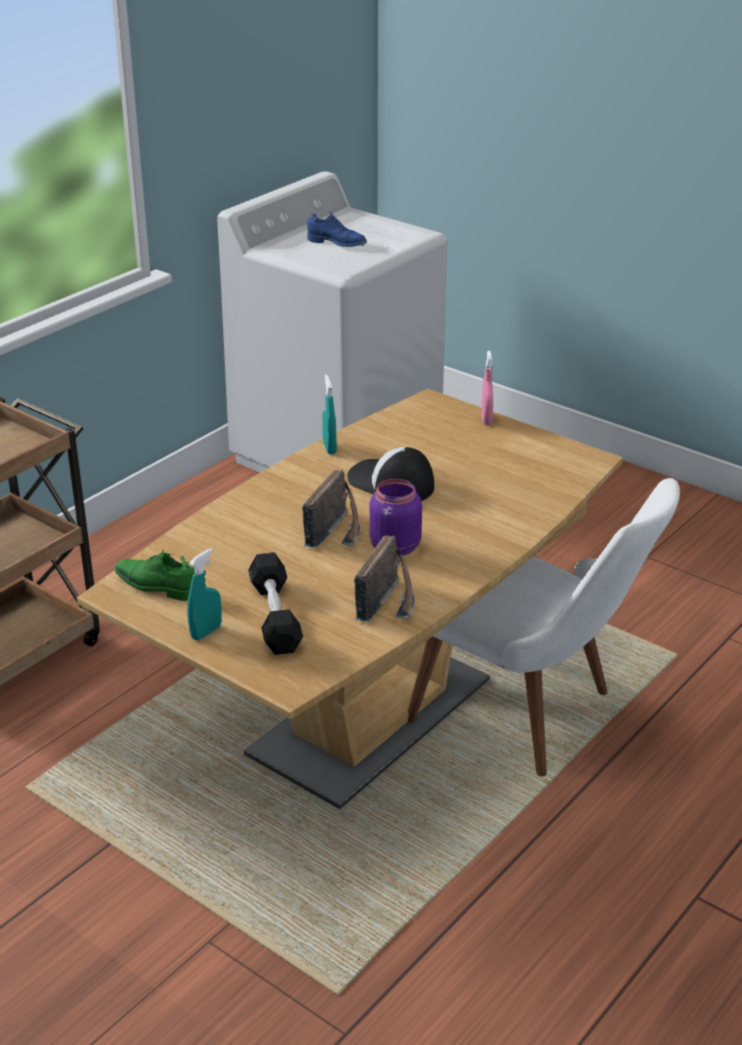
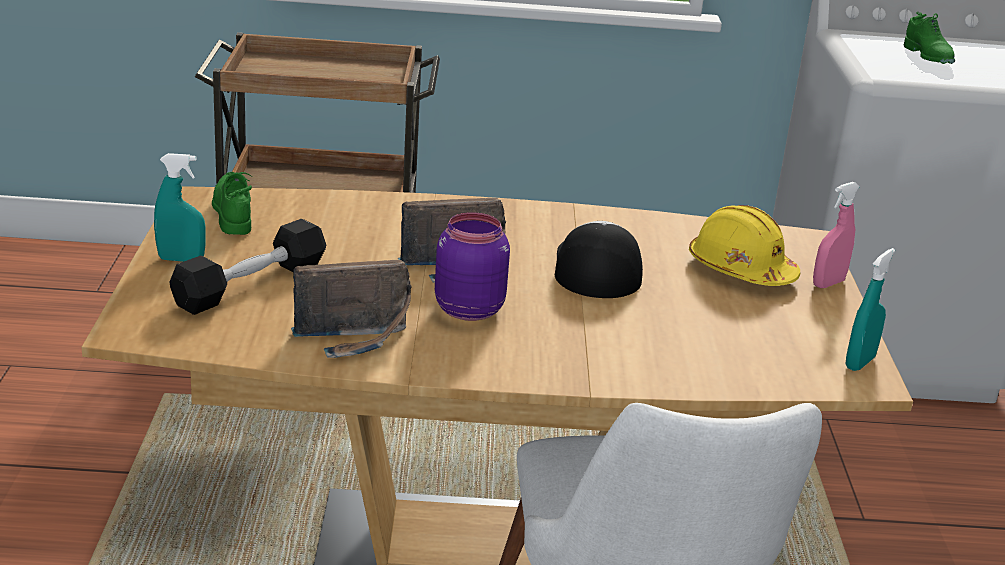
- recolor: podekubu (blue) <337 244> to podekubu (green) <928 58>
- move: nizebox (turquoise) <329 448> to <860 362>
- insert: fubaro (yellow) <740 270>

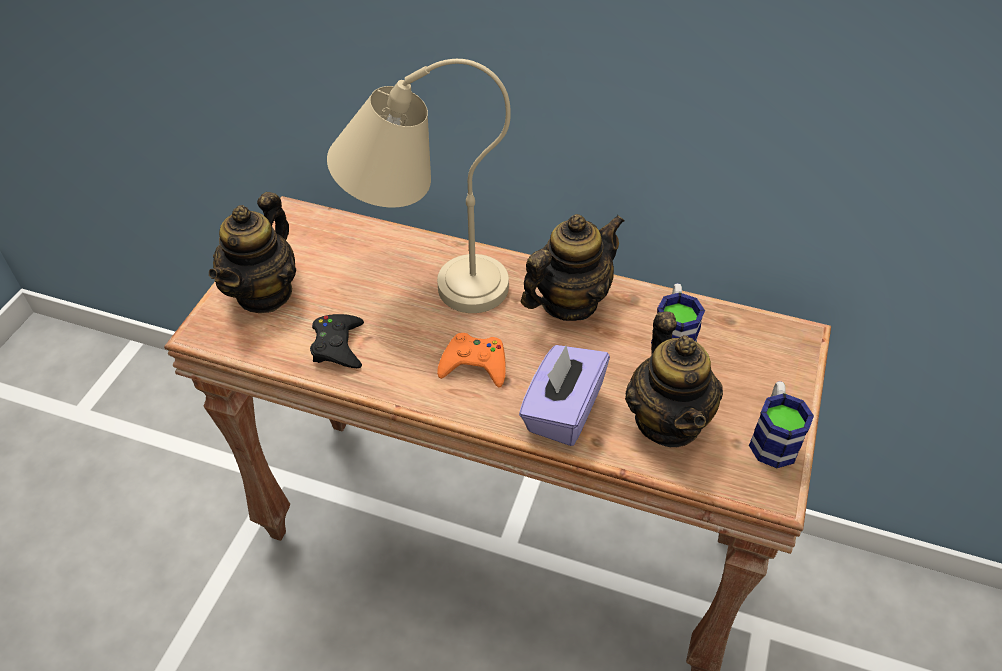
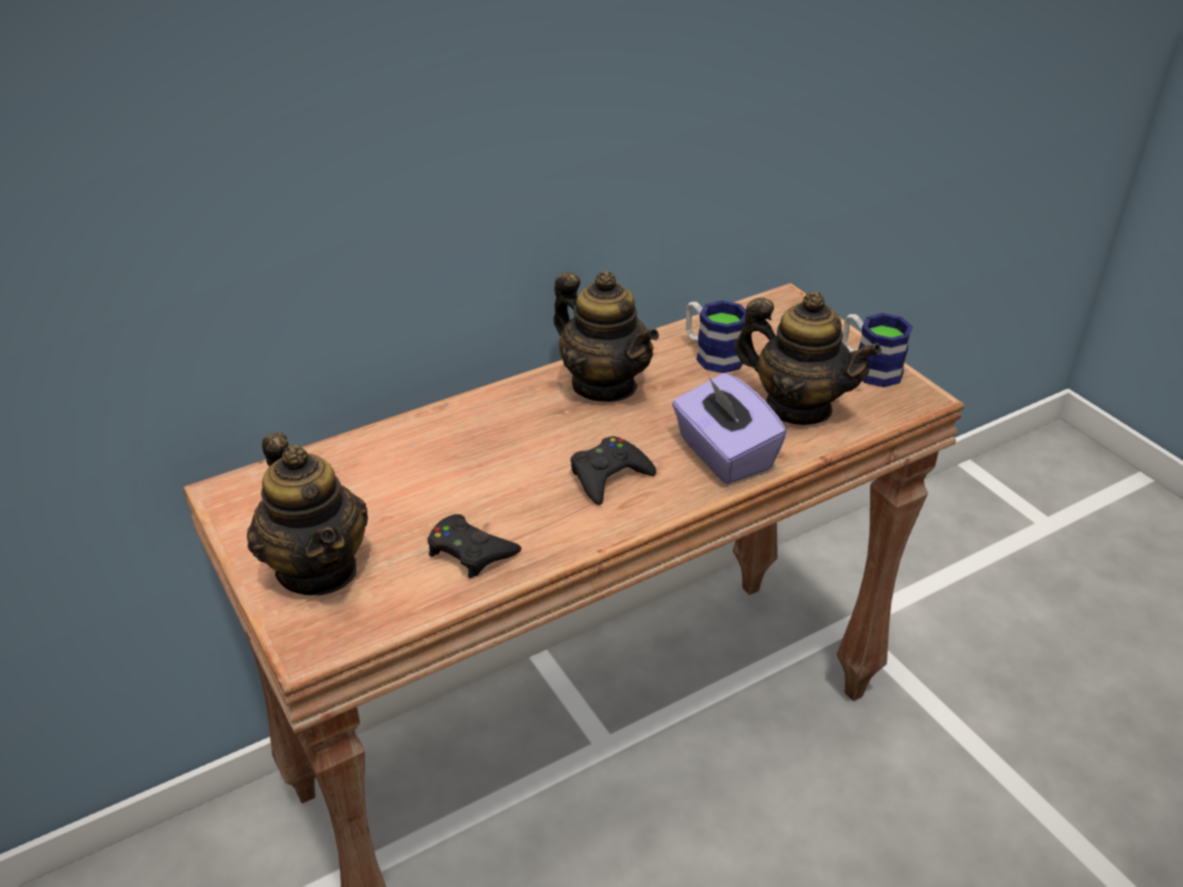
- delete: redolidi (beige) <425 280>
- rotate: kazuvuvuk <569 302> = <604 385> 135 degrees clockwise
- recolor: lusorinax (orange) <474 364> to lusorinax (black) <608 476>

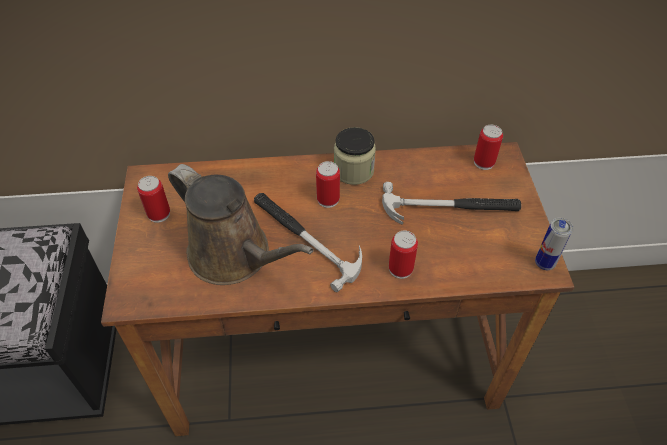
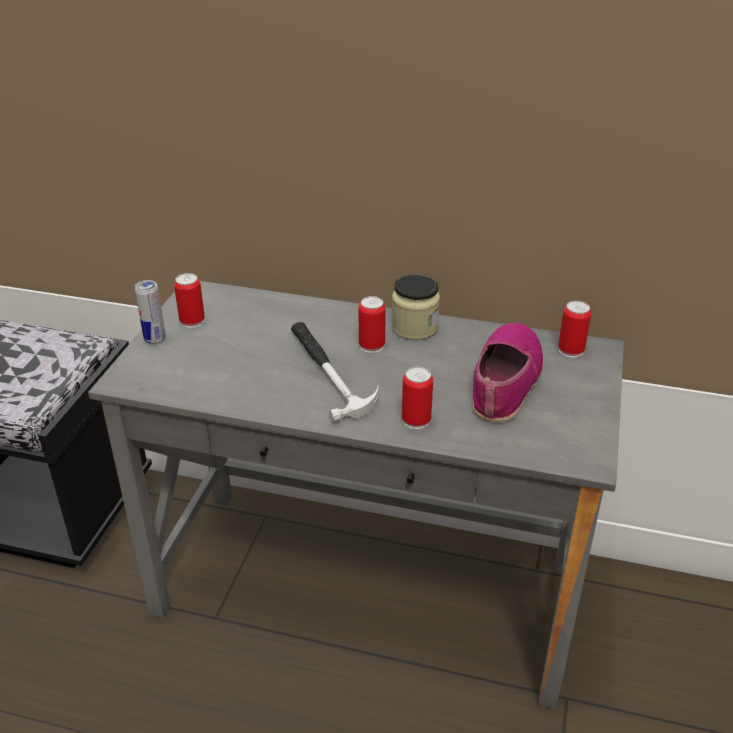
- recolor: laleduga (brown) <333 355> to laleduga (grey) <367 587>
- delete: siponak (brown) <235 256>
- replace: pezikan <450 207> to podekubu <505 381>
- move: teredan <544 263> to <155 340>

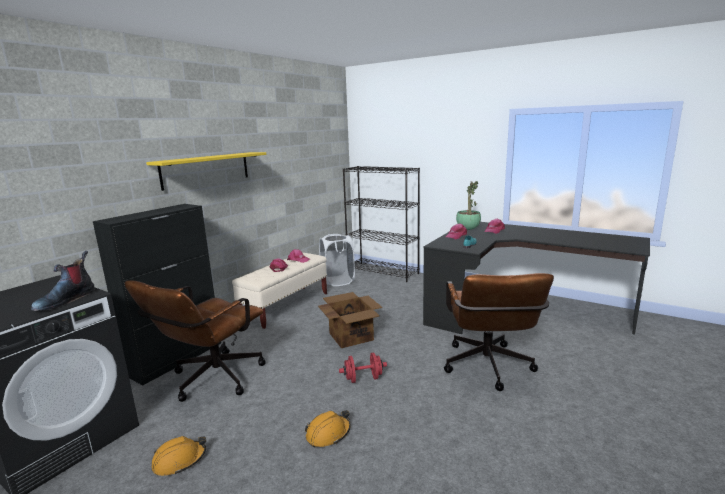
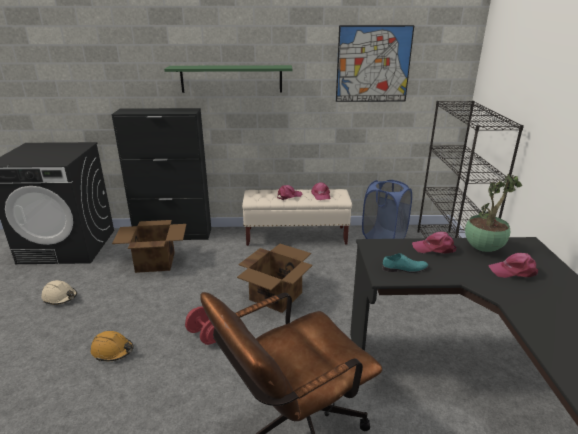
- recolor: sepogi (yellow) <206 170> to sepogi (green) <231 79>
- recolor: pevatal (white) <337 281> to pevatal (blue) <383 237>
- delete: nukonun <66 300>
- replace: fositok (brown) <211 380> to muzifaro <154 262>
- recolor: fubaro (orange) <179 461> to fubaro (beige) <60 297>
- insert: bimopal <373 64>

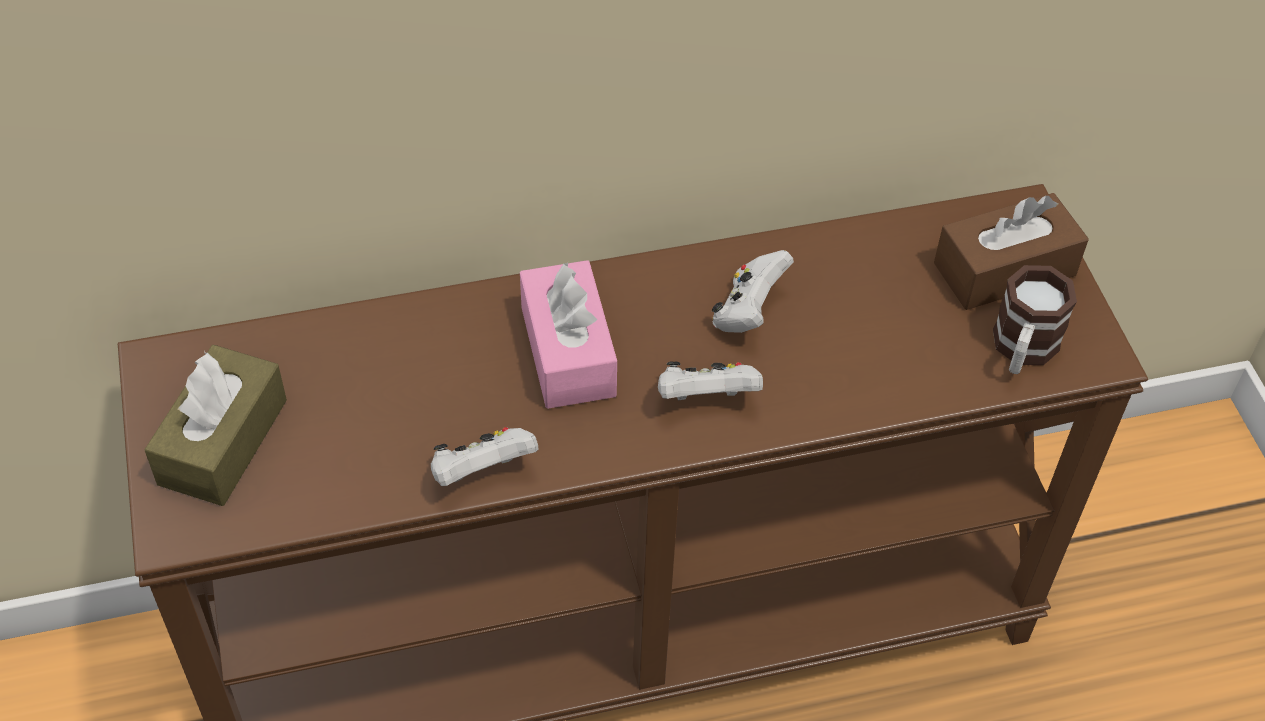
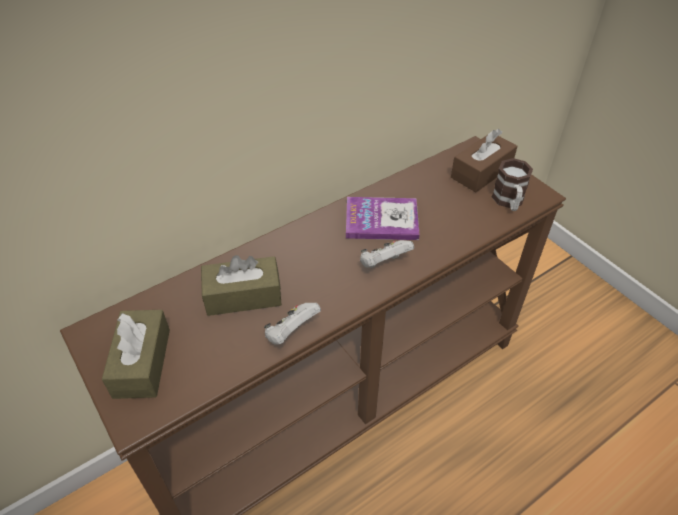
- replace: lusorinax (white) <748 312> to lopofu <381 220>
- delete: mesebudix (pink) <568 351>
- insert: mesebudix (brown) <243 296>

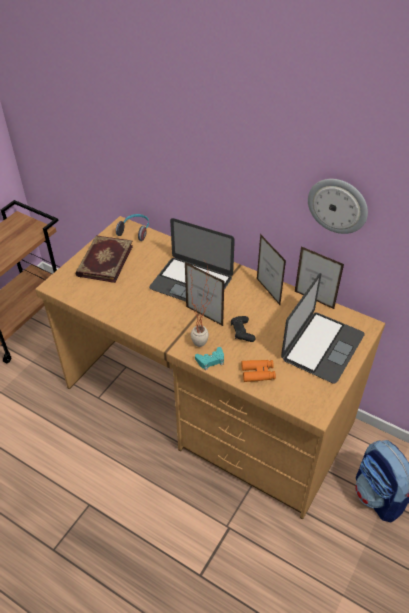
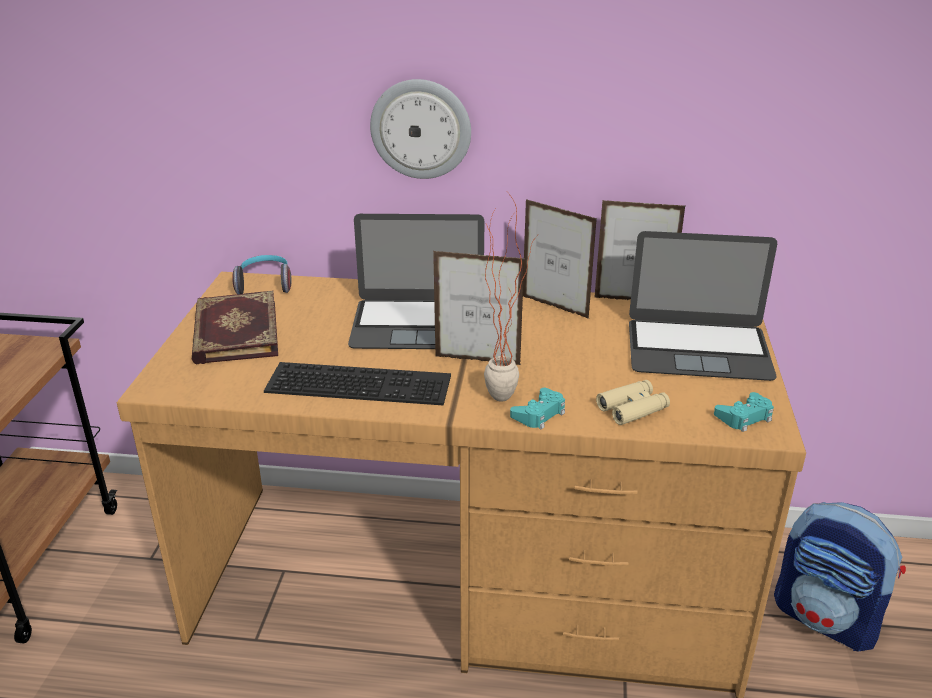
- move: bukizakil <338 205> to <421 129>
- rotate: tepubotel <322 346> = <698 349> 90 degrees clockwise
- delete: lusorinax (black) <242 332>
- recolor: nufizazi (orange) <258 373> to nufizazi (beige) <632 408>
- insert: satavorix <361 382>
- insert: lusorinax (turquoise) <744 417>

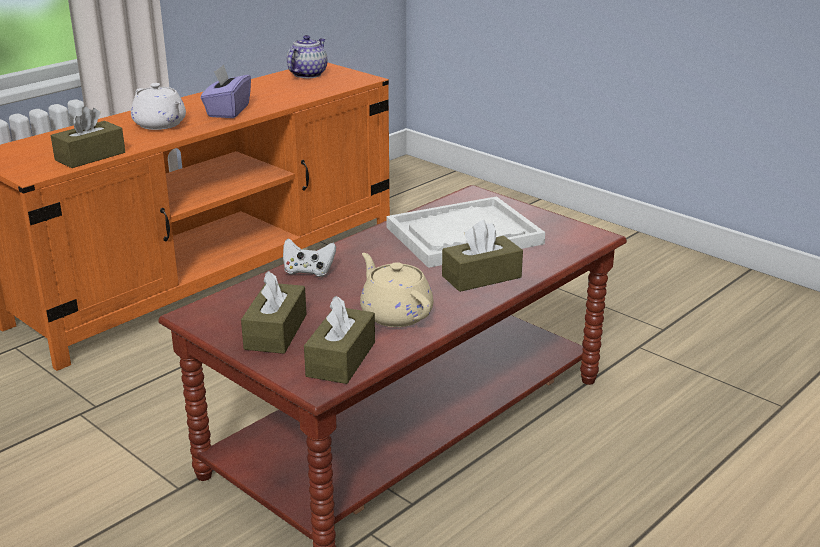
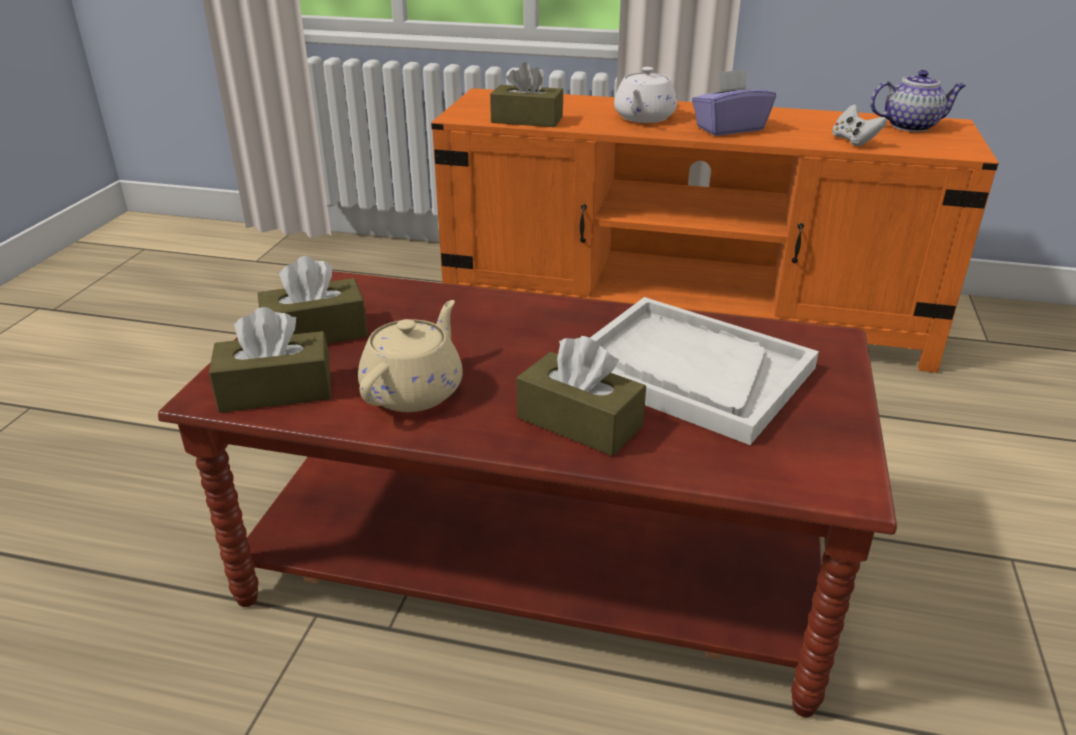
- move: lusorinax (white) <308 271> to <854 141>

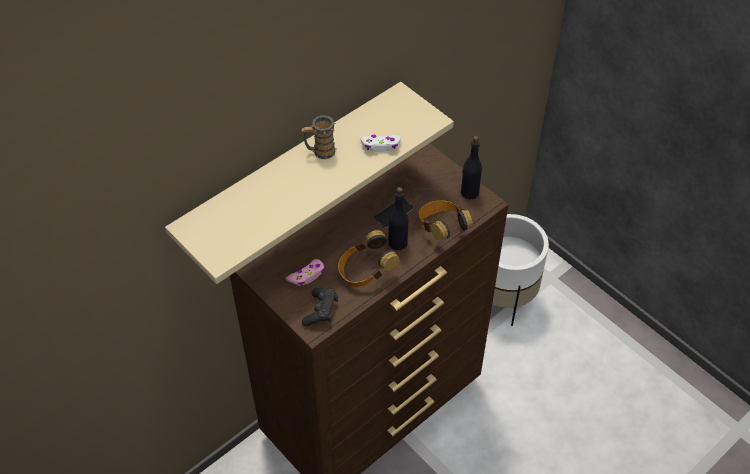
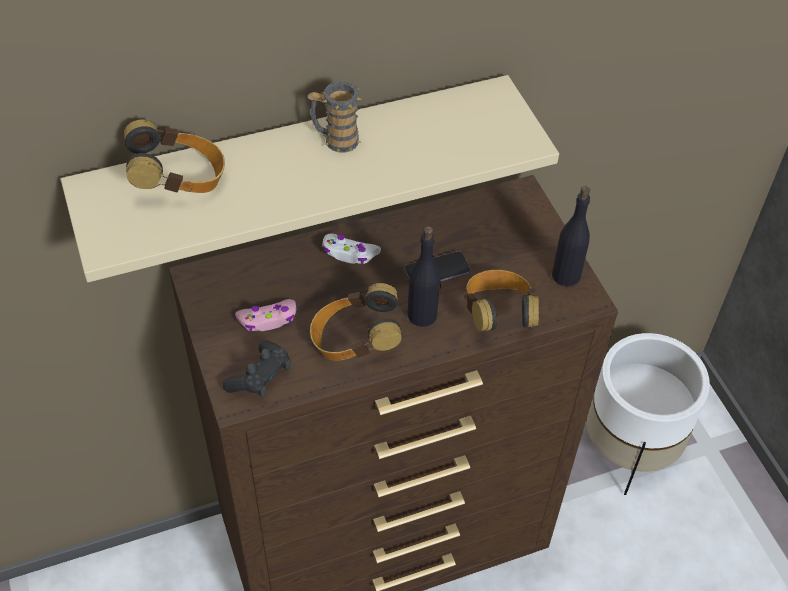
- move: lusorinax (white) <381 146> to <349 253>
- insert: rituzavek <180 181>

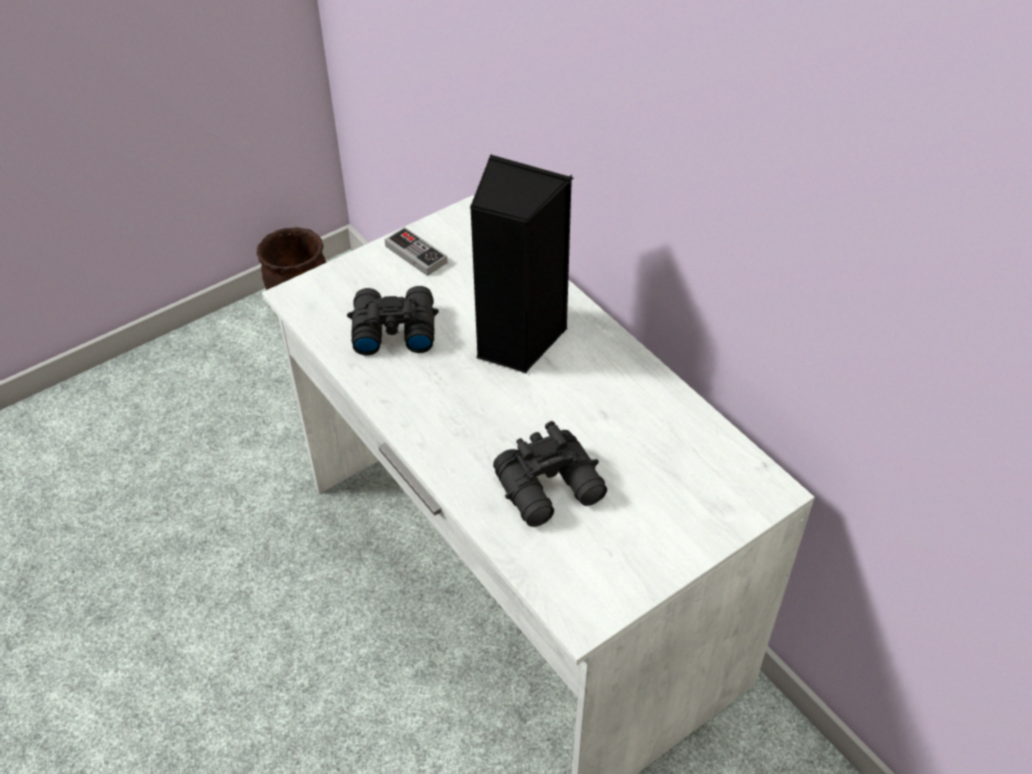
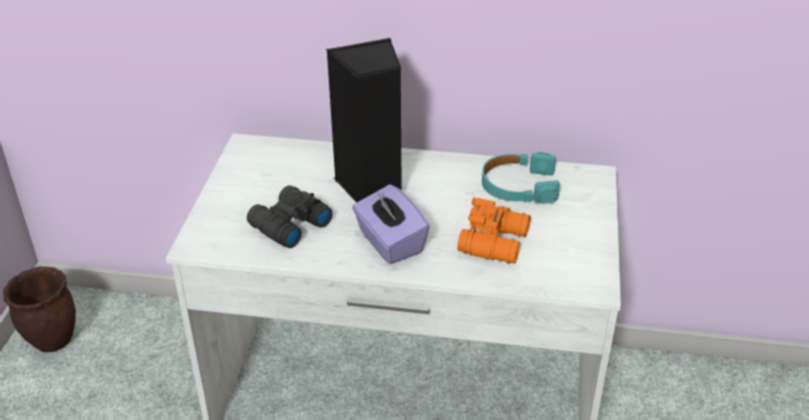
- delete: lusorinax <416 254>
- recolor: nufizazi (black) <552 488> to nufizazi (orange) <496 241>
- insert: rituzavek (turquoise) <518 186>
- insert: mesebudix (purple) <389 243>

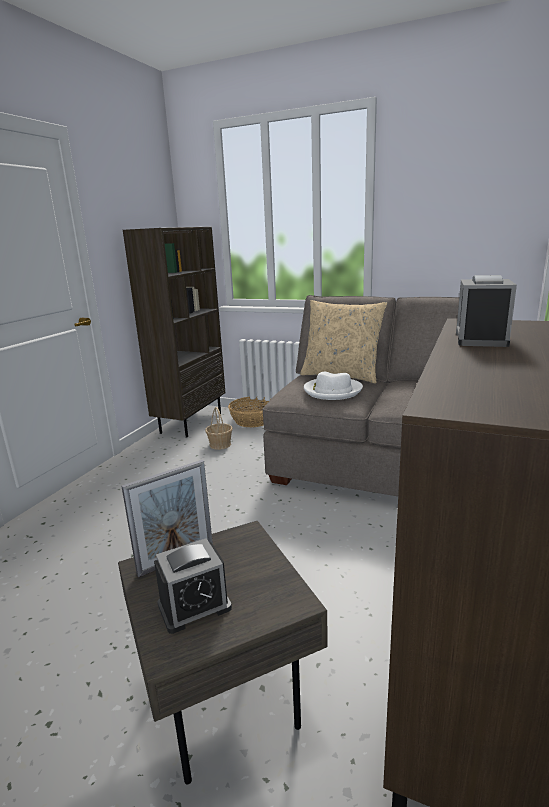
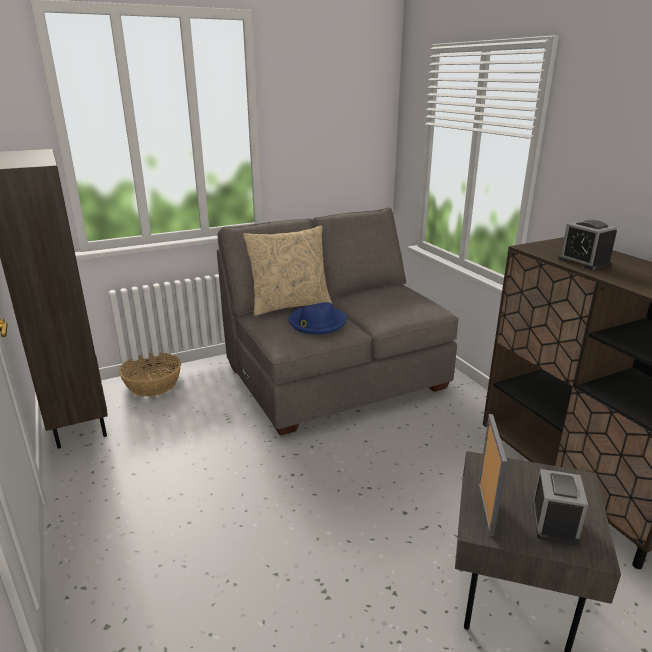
- recolor: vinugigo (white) <332 391> to vinugigo (blue) <317 323>
- delete: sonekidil <220 444>

